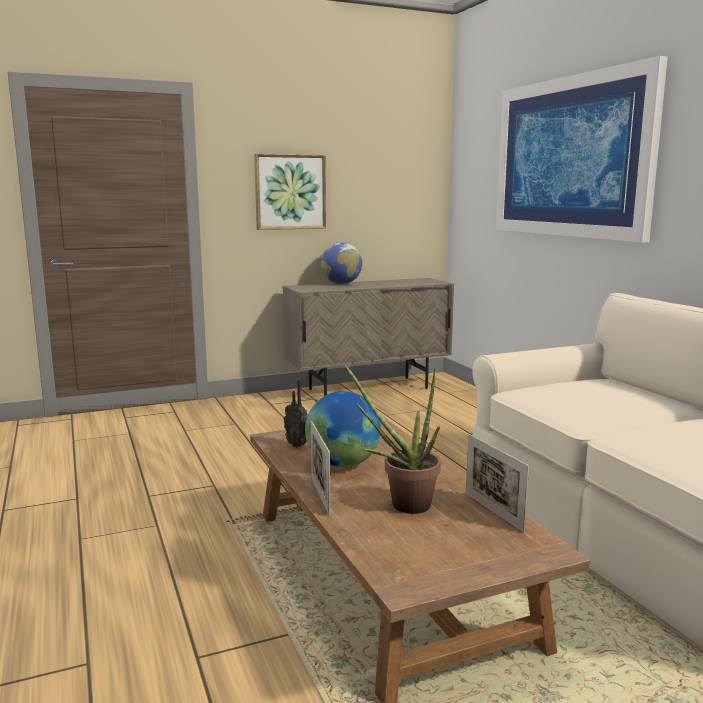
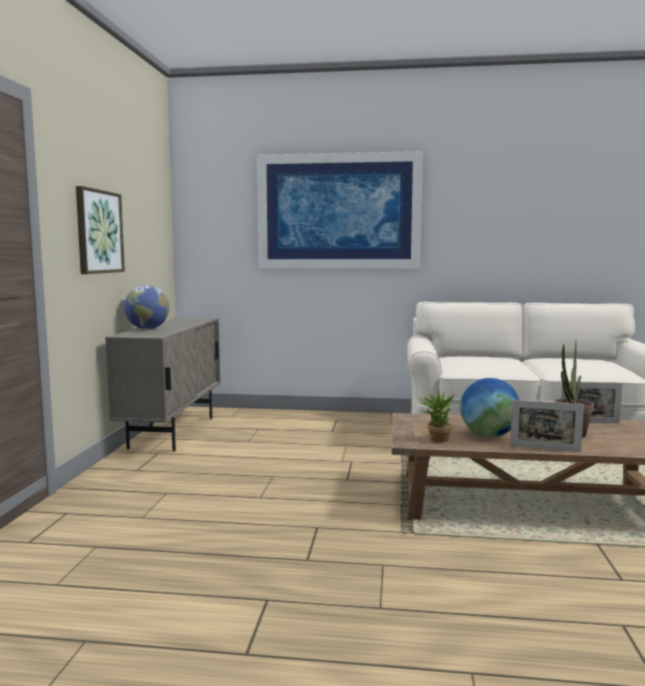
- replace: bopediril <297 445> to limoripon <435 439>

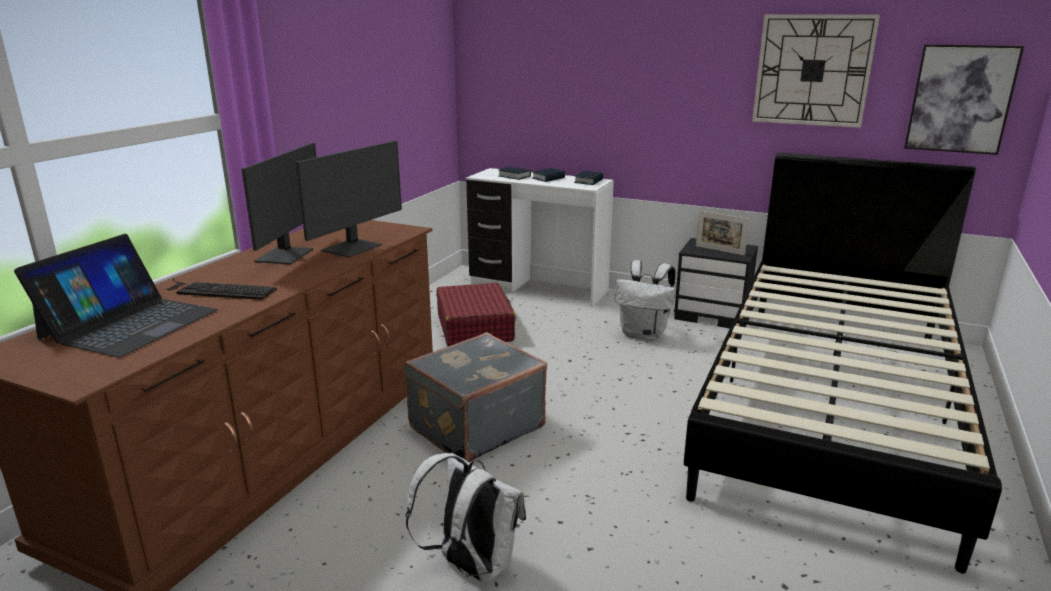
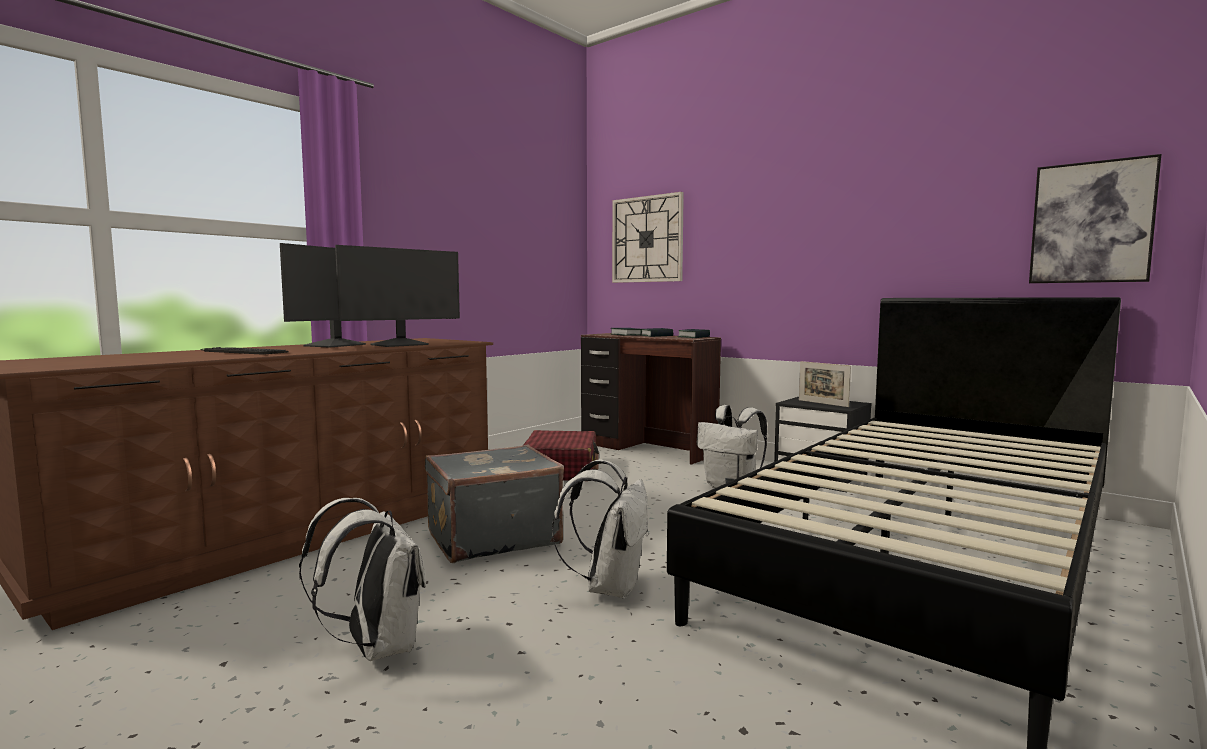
- move: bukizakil <813 70> to <647 239>
- recolor: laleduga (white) <538 289> to laleduga (brown) <647 449>
- delete: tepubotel <129 324>
- insert: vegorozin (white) <609 587>

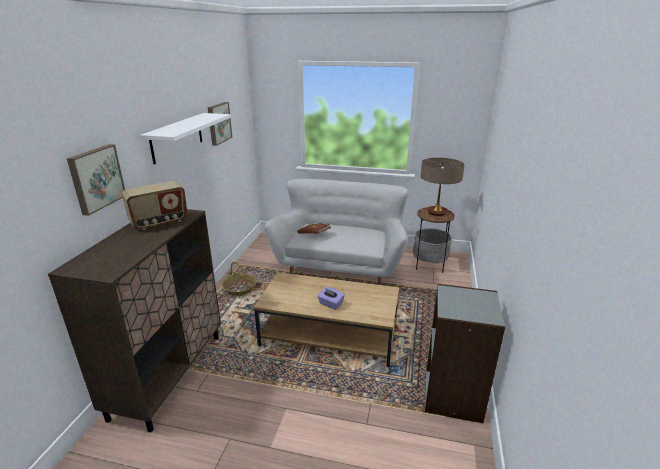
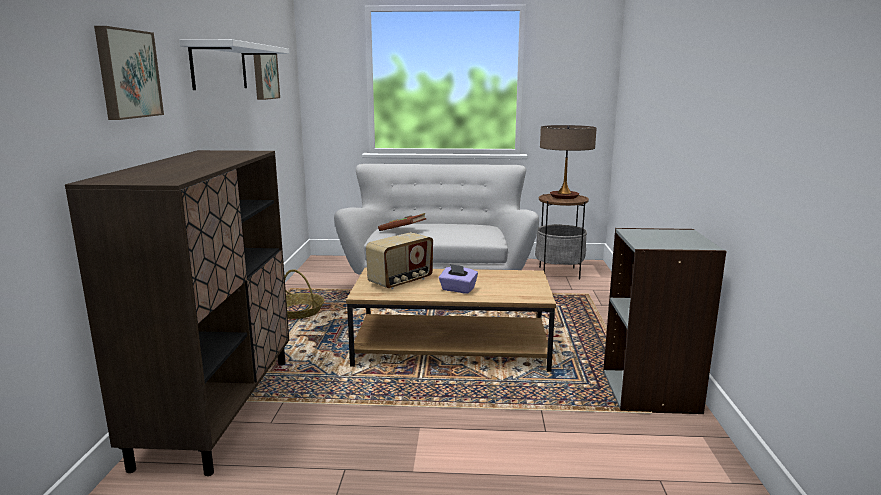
- move: bopediril <159 222> to <401 281>

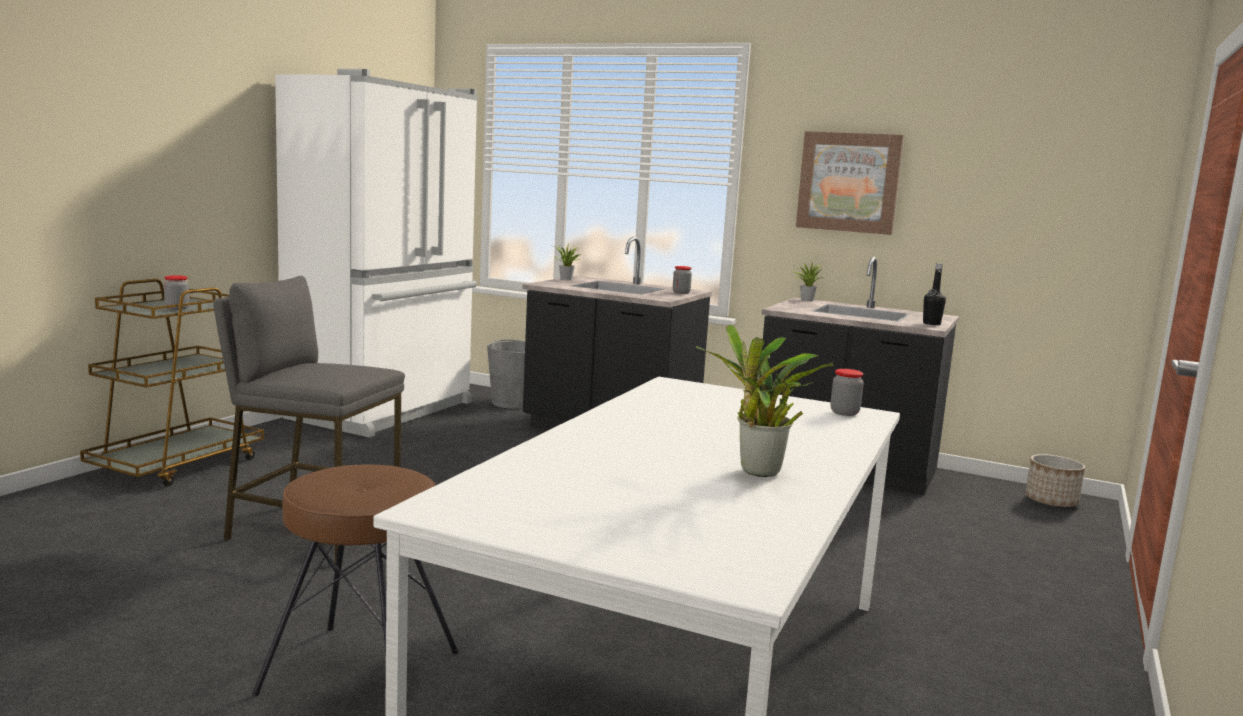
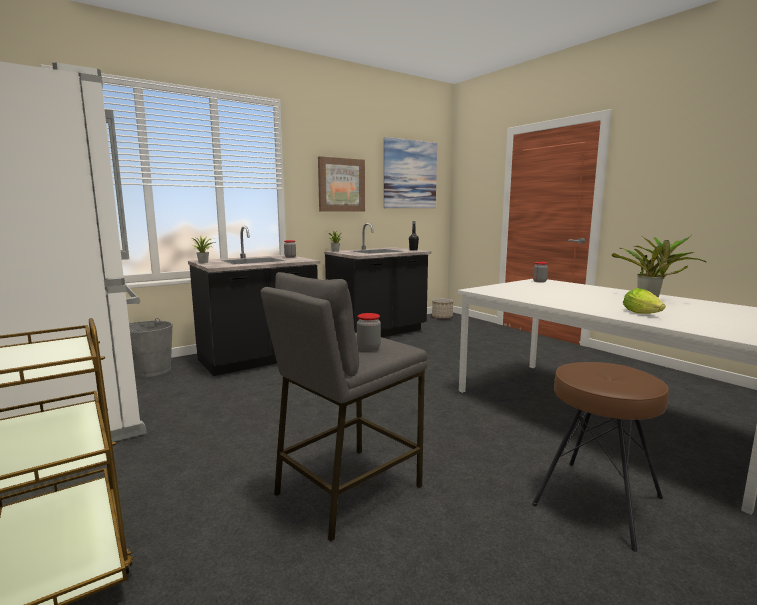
- move: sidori <177 308> to <368 348>
- insert: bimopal <410 174>
- insert: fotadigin <643 313>

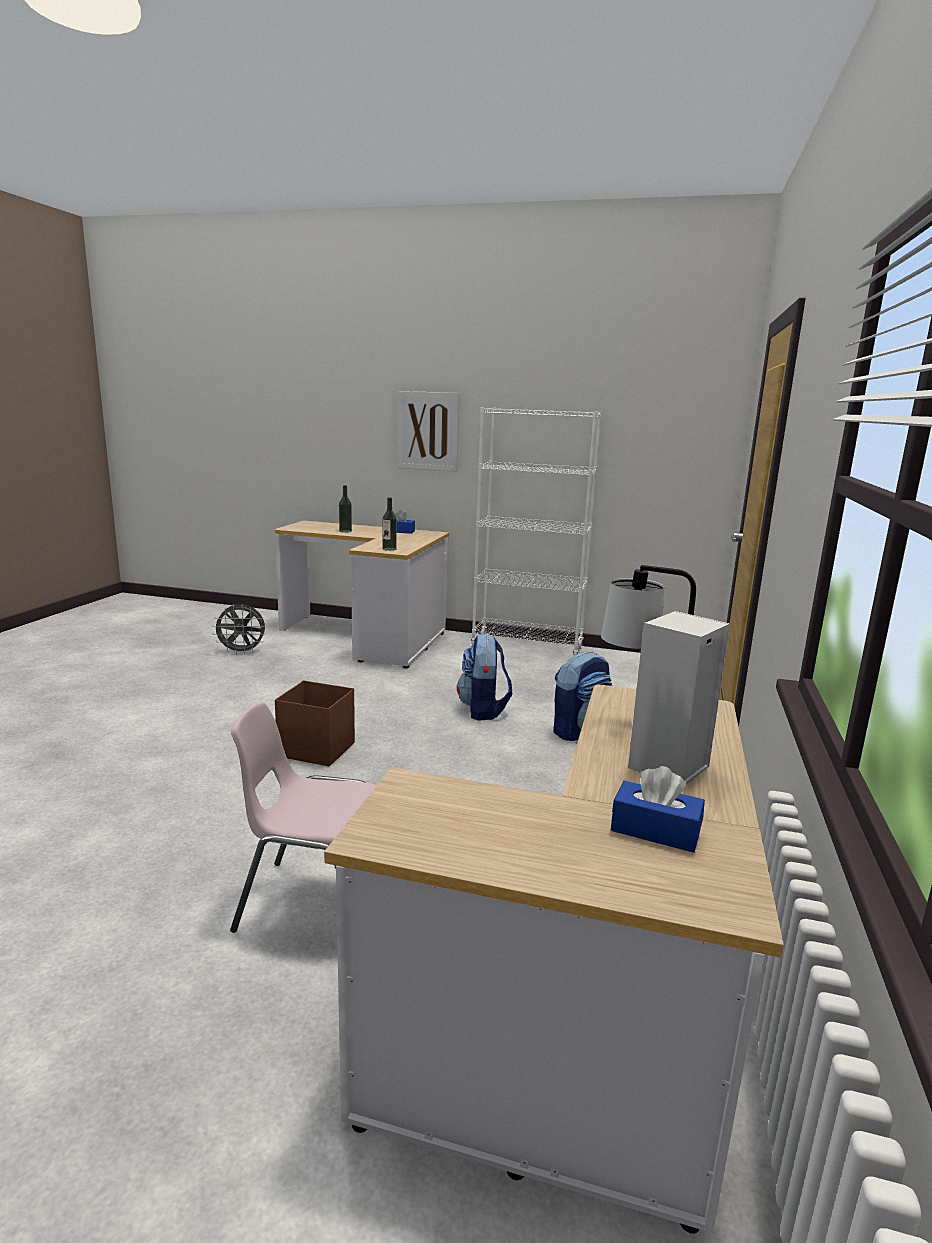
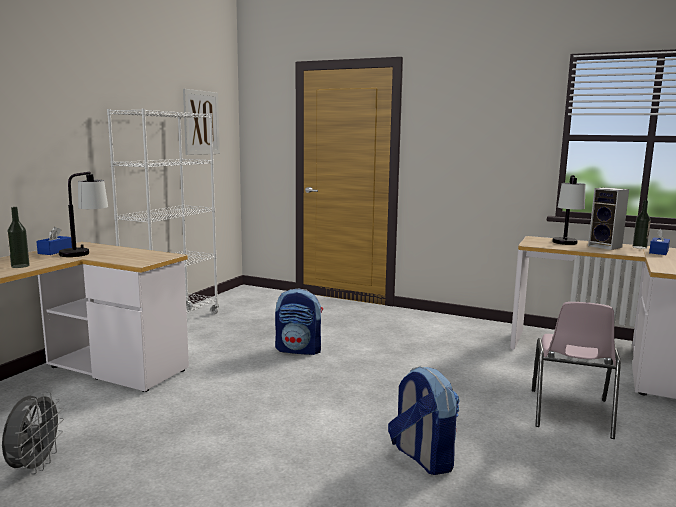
- move: bimopal <428 431> to <201 123>
- move: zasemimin <389 549> to <639 247>
- move: vegorozin <579 731> to <422 457>
- delete: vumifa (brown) <316 749>
- insert: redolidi <85 252>

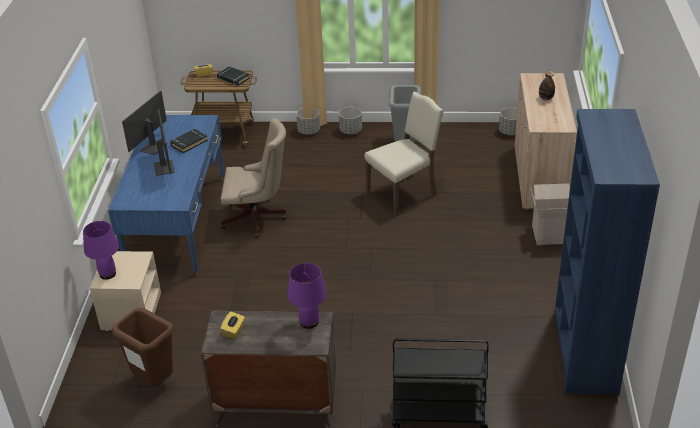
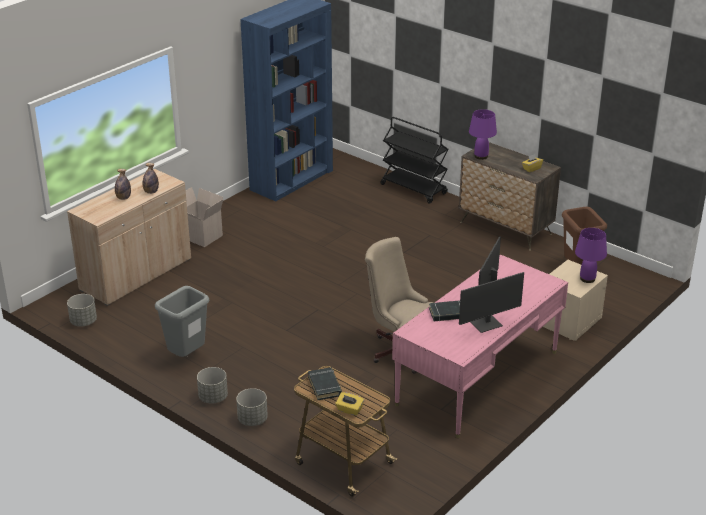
- delete: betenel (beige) <404 194>
- recolor: laleduga (blue) <178 223> to laleduga (pink) <478 378>
- insert: zasemimin <151 192>

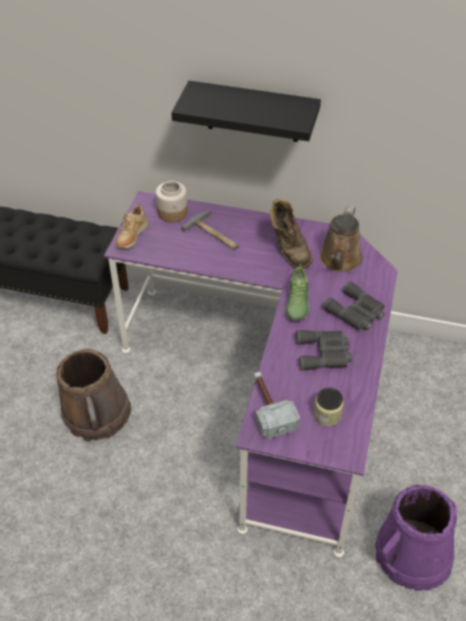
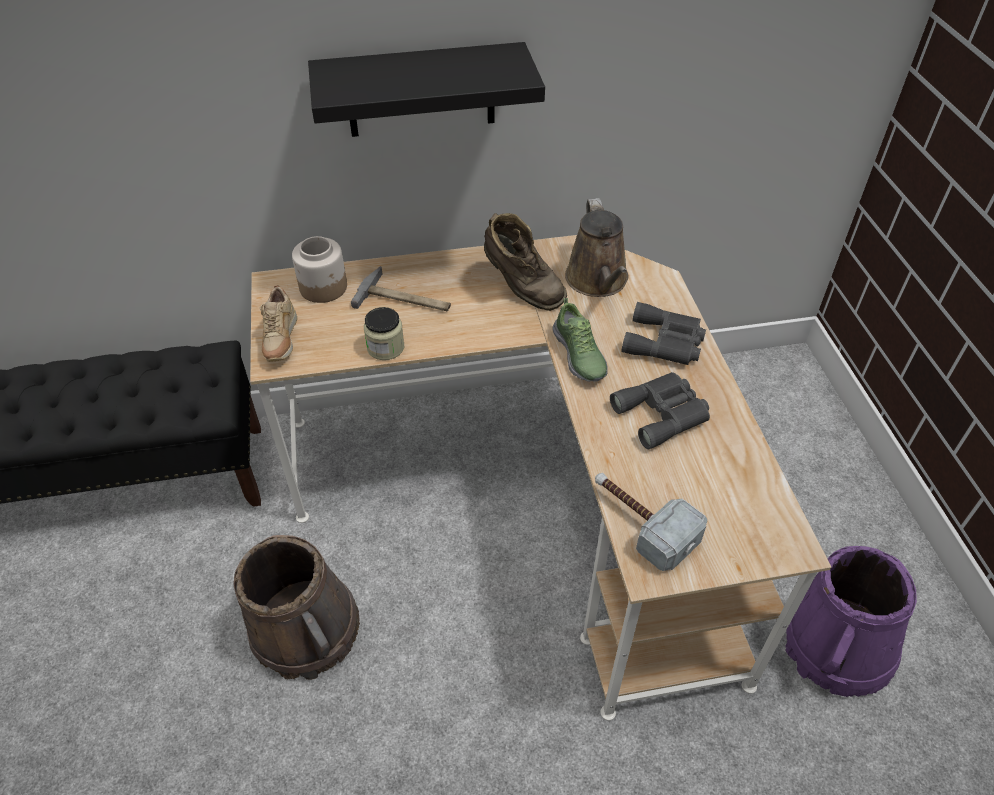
- recolor: laleduga (purple) <268 388> to laleduga (beige) <531 496>
- move: sidori <327 415> to <385 347>

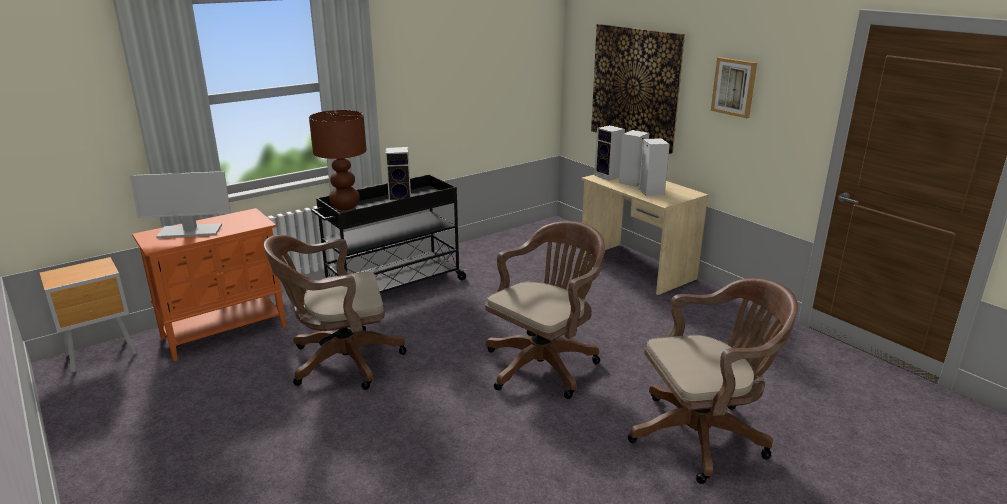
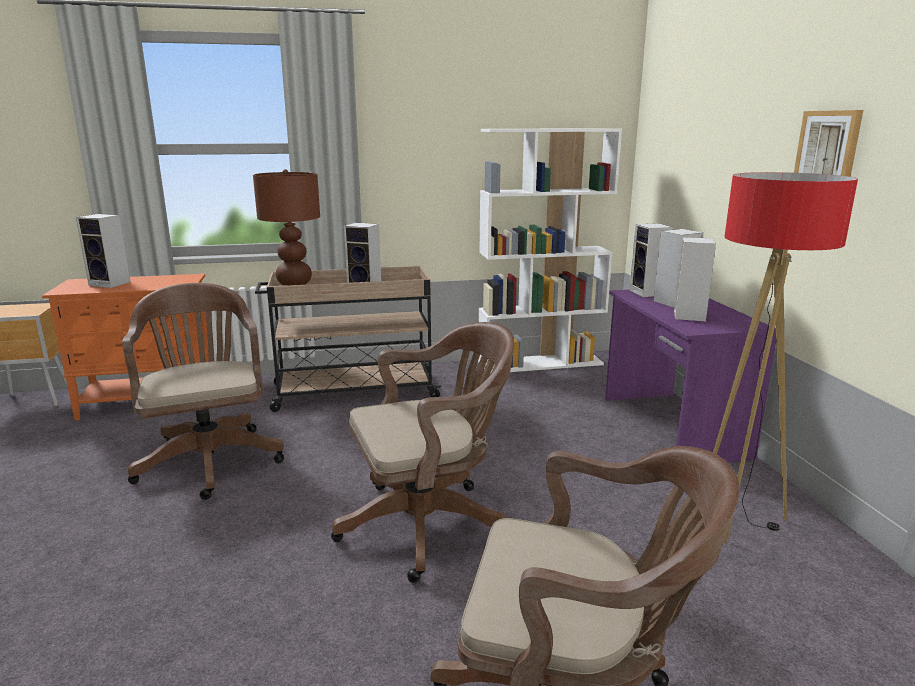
- delete: bimopal <635 86>
- replace: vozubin <189 231> to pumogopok <111 284>
- recolor: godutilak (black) <393 287> to godutilak (beige) <353 392>
- recolor: laleduga (beige) <636 268> to laleduga (purple) <671 427>
- rotate: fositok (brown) <339 361> = <209 458> 60 degrees clockwise
- insert: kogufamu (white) <540 363>
- insert: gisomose <737 518>

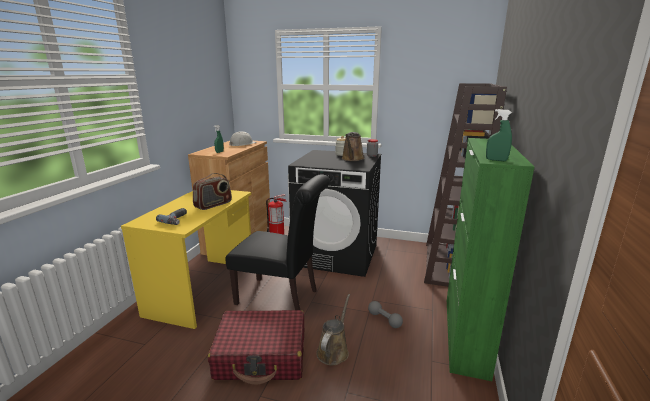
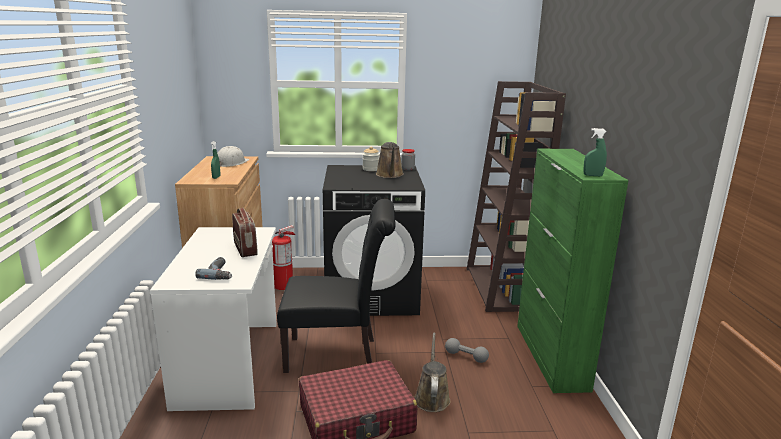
- rotate: bopediril <213 205> = <246 249> 45 degrees counterclockwise
- recolor: laleduga (yellow) <204 289> to laleduga (white) <230 362>

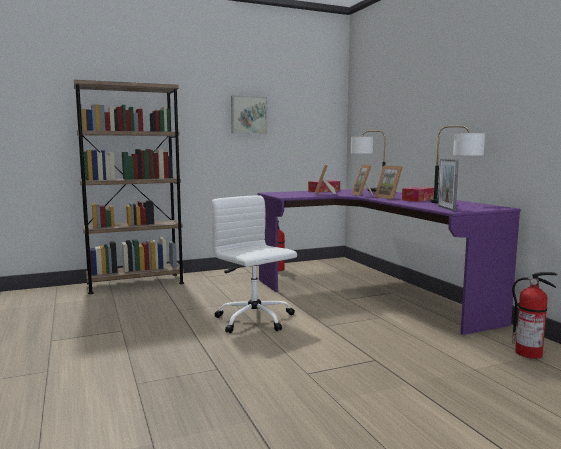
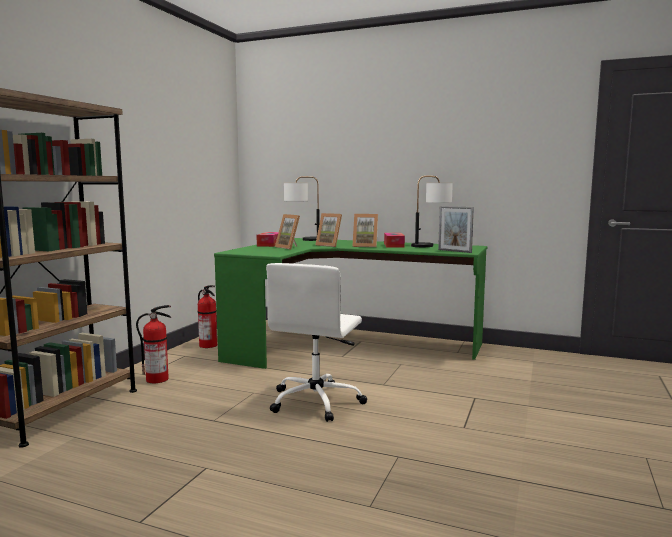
- delete: bimopal <248 115>
- recolor: laleduga (purple) <373 292> to laleduga (green) <347 345>
- rotate: fositok (white) <255 320> = <316 401> 75 degrees counterclockwise
- move: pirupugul <529 353> to <158 379>

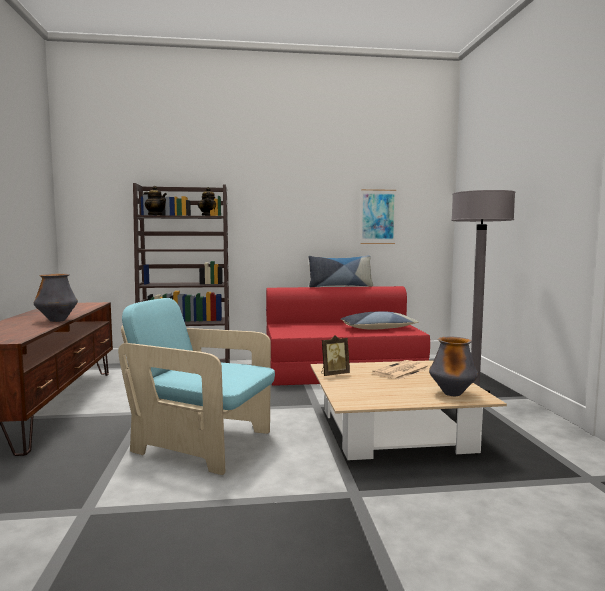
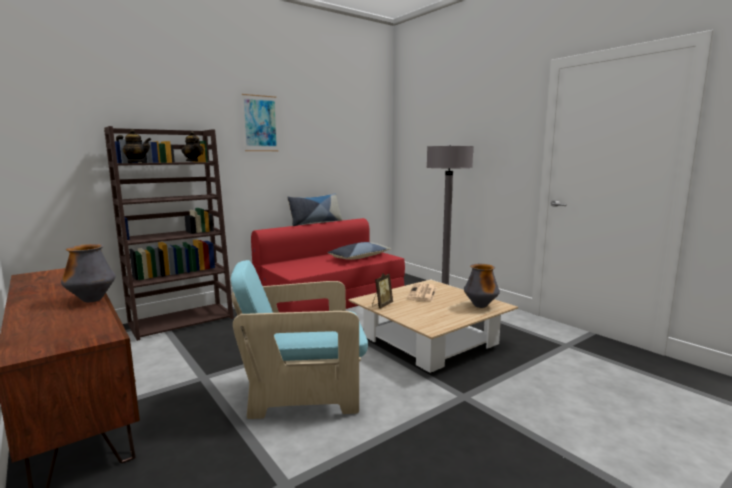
- move: bimopal <378 217> to <260 123>

